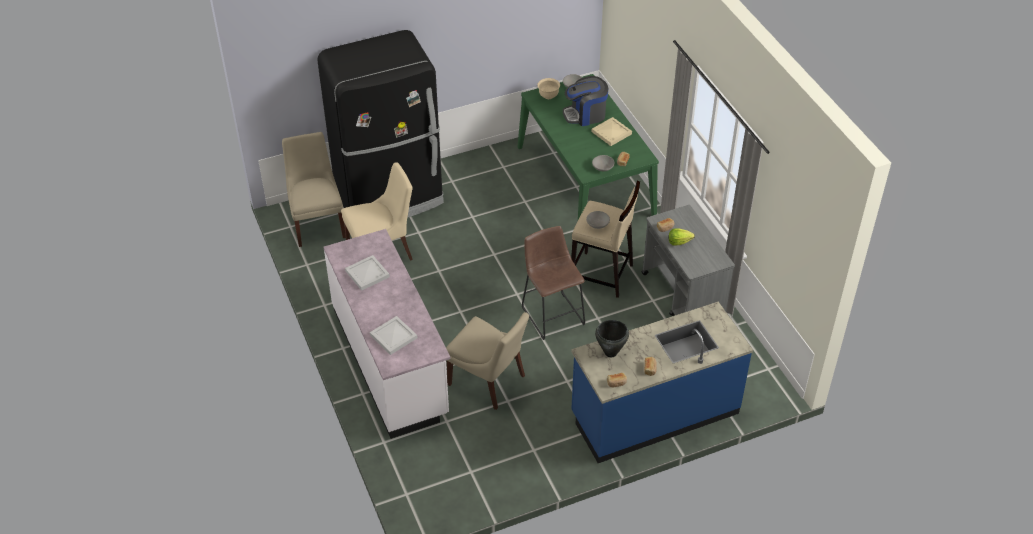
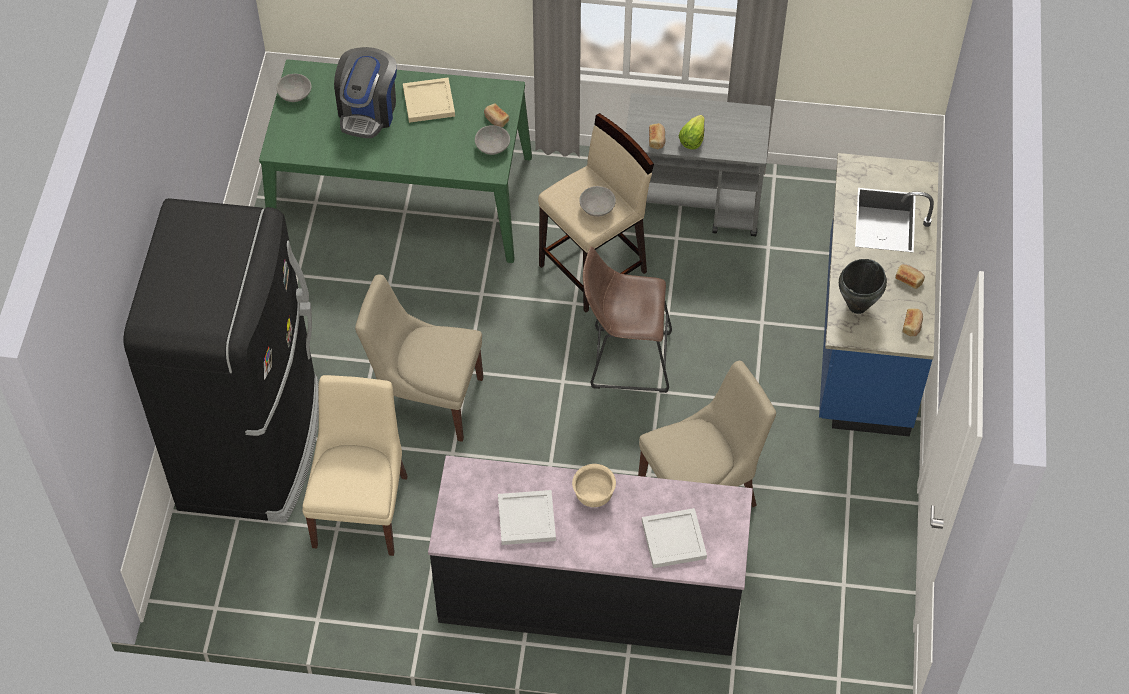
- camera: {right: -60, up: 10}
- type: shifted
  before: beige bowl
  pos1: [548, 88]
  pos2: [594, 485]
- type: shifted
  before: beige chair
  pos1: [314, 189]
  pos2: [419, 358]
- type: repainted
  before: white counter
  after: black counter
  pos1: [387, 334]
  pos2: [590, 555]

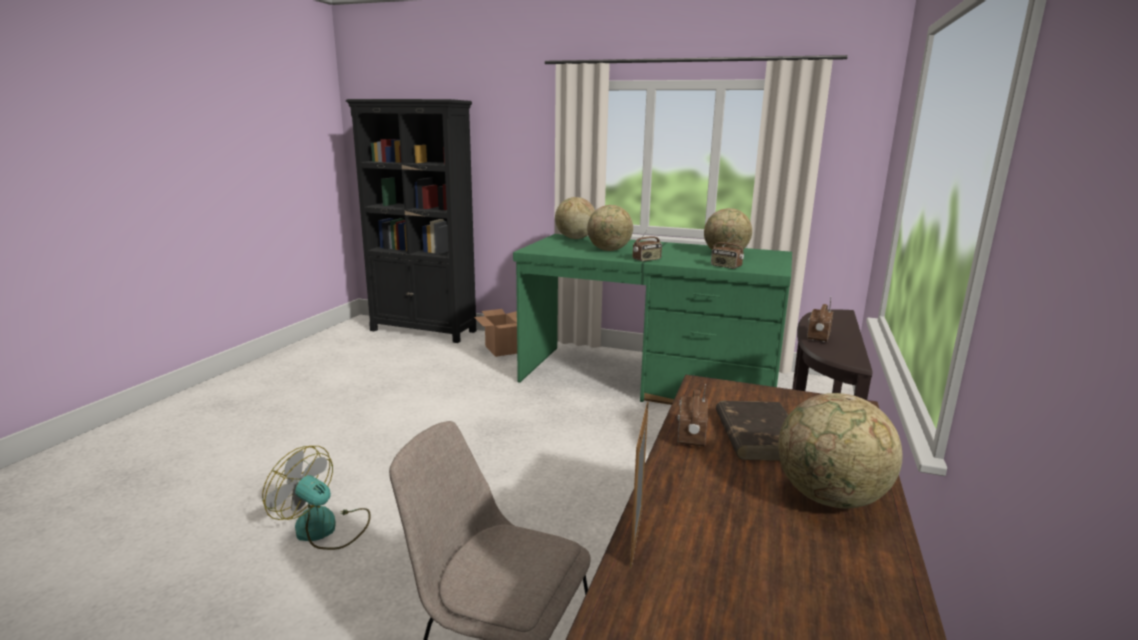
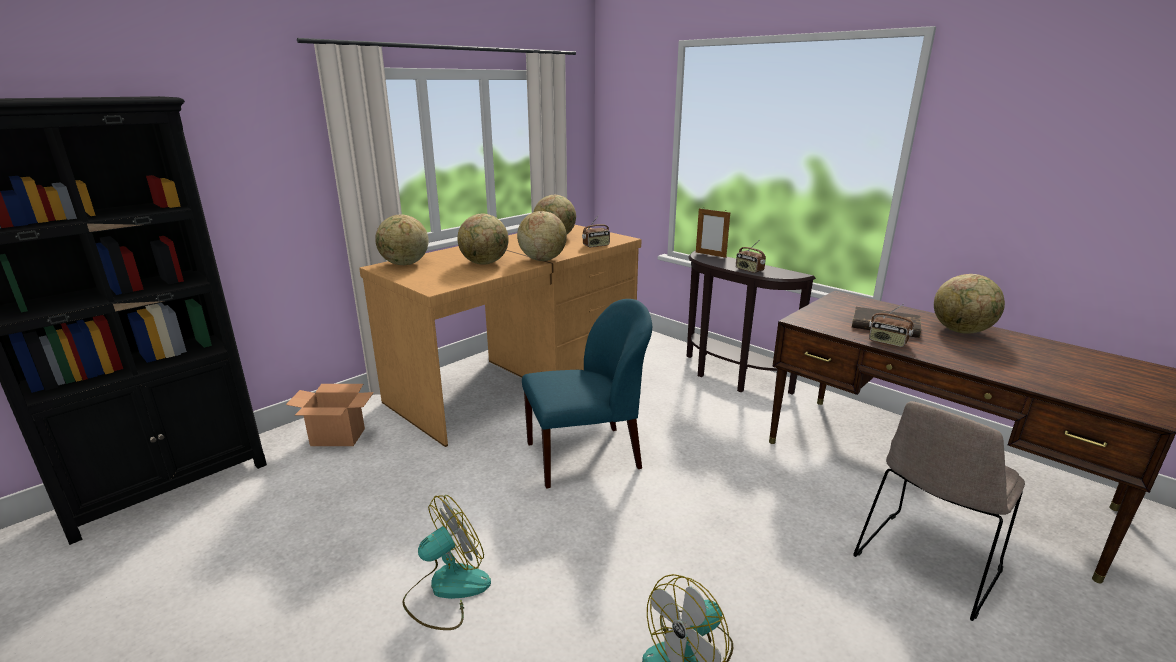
- camera: {right: -65, up: 5}
- type: swapped
  before: radio
  after: globe
  pos1: [647, 245]
  pos2: [542, 236]
- type: repainted
  before: green desk
  after: brown desk
  pos1: [652, 319]
  pos2: [500, 336]
- type: shifted
  before: picture frame
  pos1: [639, 485]
  pos2: [713, 232]
- type: new
  after: blue chair
  pos2: [587, 394]
- type: new
  after: fan
  pos2: [446, 562]

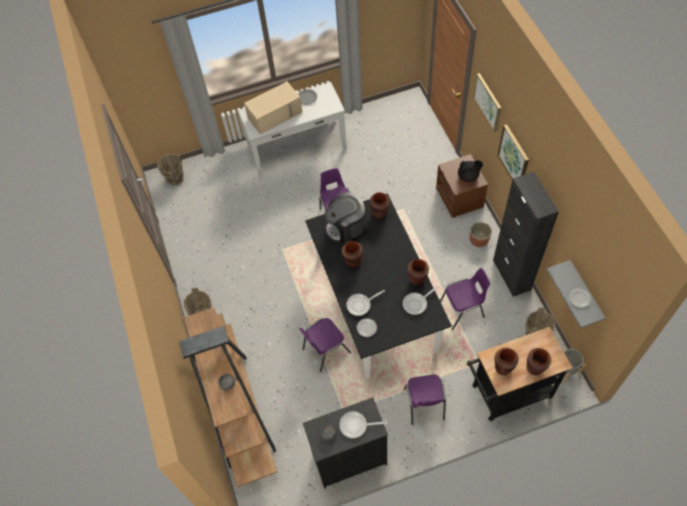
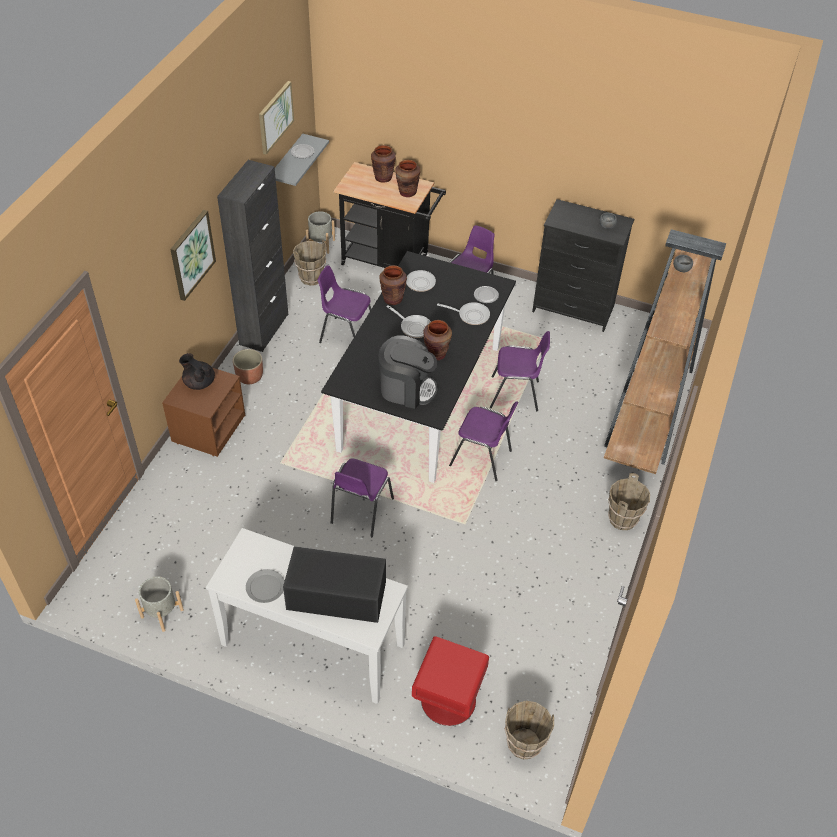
- camera: {right: -145, up: -10}
- type: shifted
  before: picture
  pos1: [487, 102]
  pos2: [276, 118]
- type: repainted
  before: beige microwave
  after: black microwave
  pos1: [273, 108]
  pos2: [334, 584]
- type: gone
  before: brown vase
  pos1: [380, 205]
- type: shifted
  before: frying pan
  pos1: [363, 424]
  pos2: [409, 321]
- type: new
  after: purple chair
  pos2: [483, 441]
- type: new
  after: grey planter
  pos2: [159, 604]
- type: new
  after: red nightstand
  pos2: [450, 681]

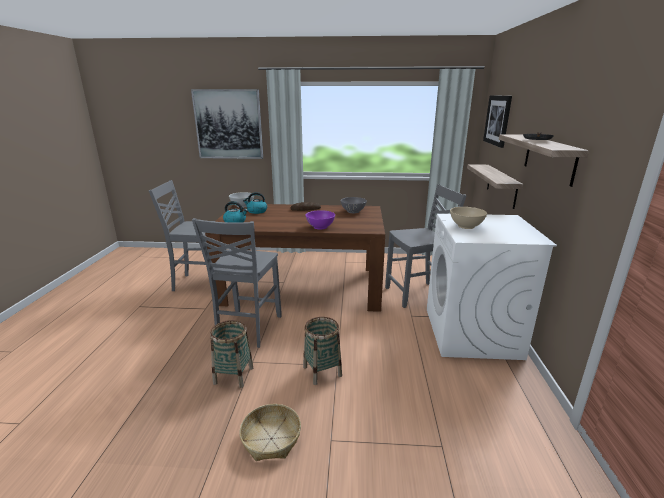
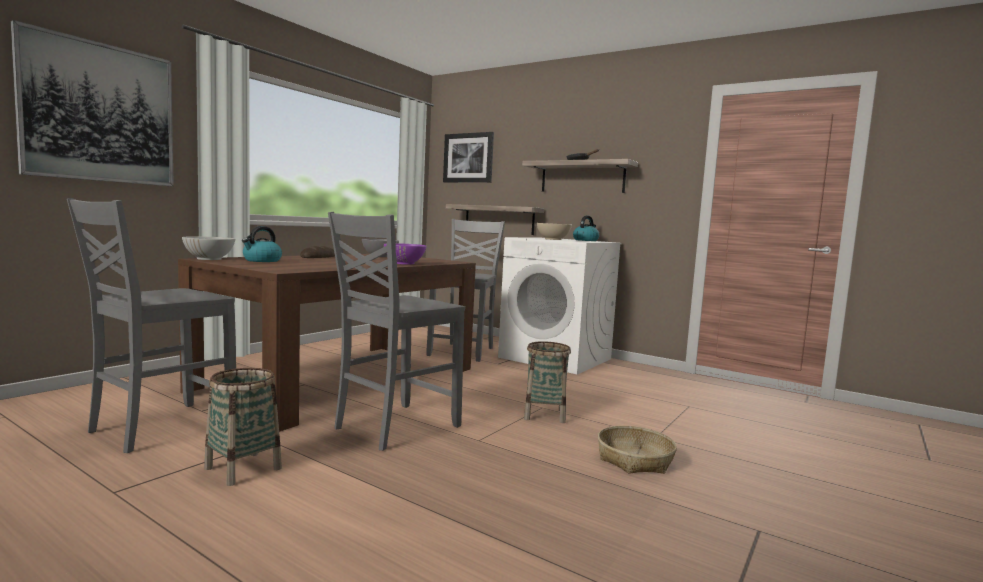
- camera: {right: -60, up: -15}
- type: shifted
  before: kettle
  pos1: [235, 211]
  pos2: [586, 228]
- type: rotated
  before: grey chair
  pos1: [237, 283]
  pos2: [396, 331]
  turn: 90
- type: shifted
  before: basket
  pos1: [231, 354]
  pos2: [243, 427]

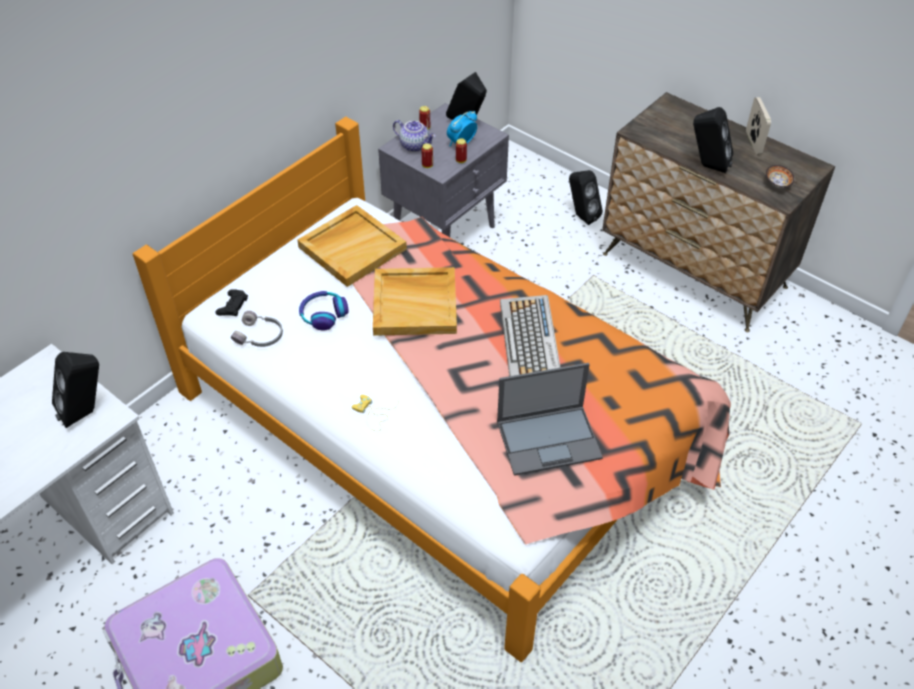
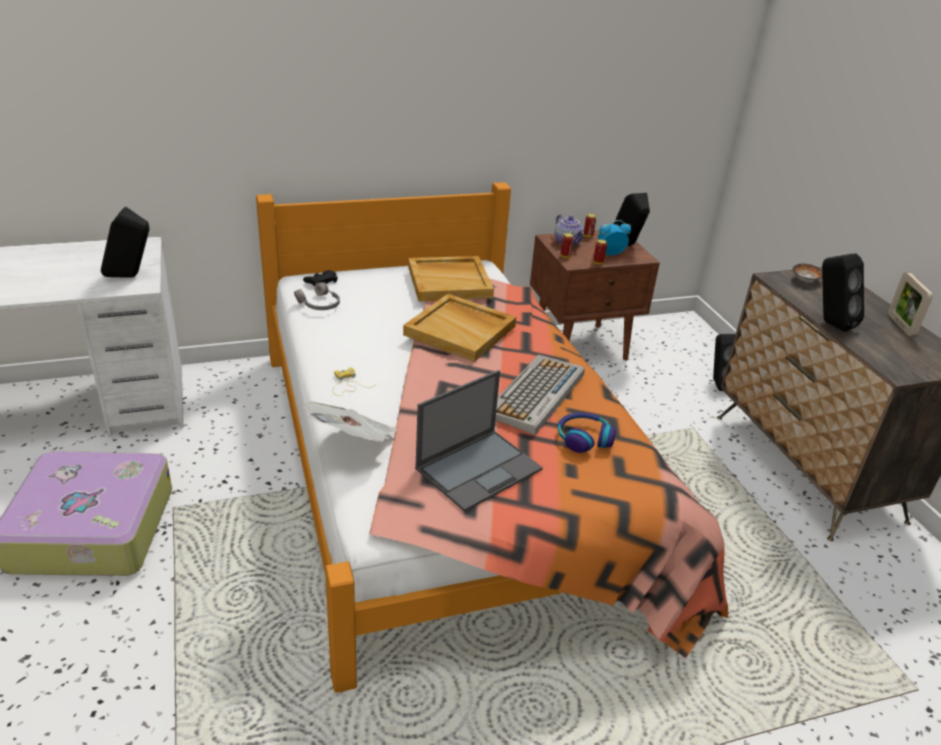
- camera: {right: 30, up: -15}
- type: rotated
  before: picture frame
  pos1: [758, 126]
  pos2: [910, 304]
  turn: 150
- type: repainted
  before: grey nightstand
  after: brown nightstand
  pos1: [443, 170]
  pos2: [595, 295]
- type: shifted
  before: bowl
  pos1: [780, 176]
  pos2: [807, 273]
- type: shifted
  before: headphones
  pos1: [324, 310]
  pos2: [586, 433]
- type: rotated
  before: laptop
  pos1: [550, 419]
  pos2: [479, 441]
  turn: -60
- type: new
  after: newspaper
  pos2: [350, 422]

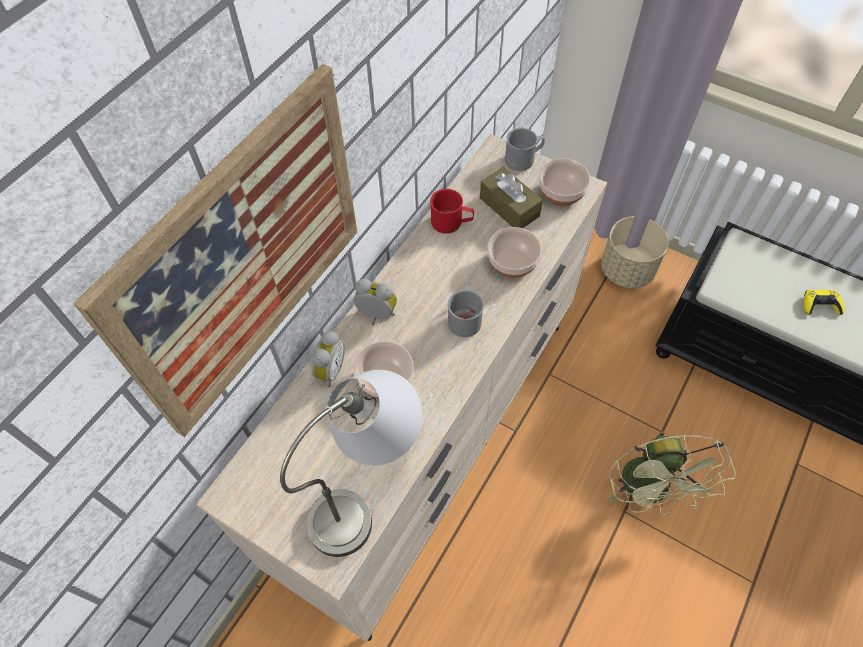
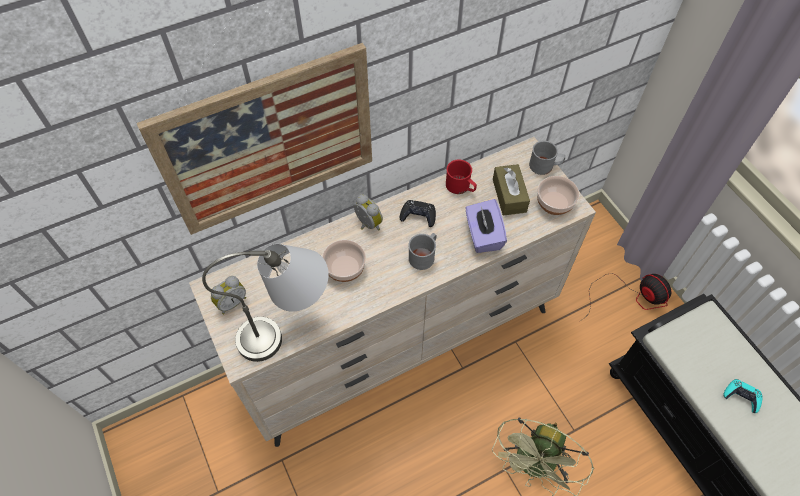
- camera: {right: 30, up: 0}
- type: swapped
  before: beige planter
  after: fan
  pos1: [635, 252]
  pos2: [625, 297]
- type: swapped
  before: bowl
  after: purple tissue box
  pos1: [514, 252]
  pos2: [486, 226]
- type: repainted
  before: yellow game controller
  after: turquoise game controller
  pos1: [824, 302]
  pos2: [743, 396]
- type: shifted
  before: alarm clock
  pos1: [328, 359]
  pos2: [228, 295]
- type: new
  after: black game controller
  pos2: [417, 213]

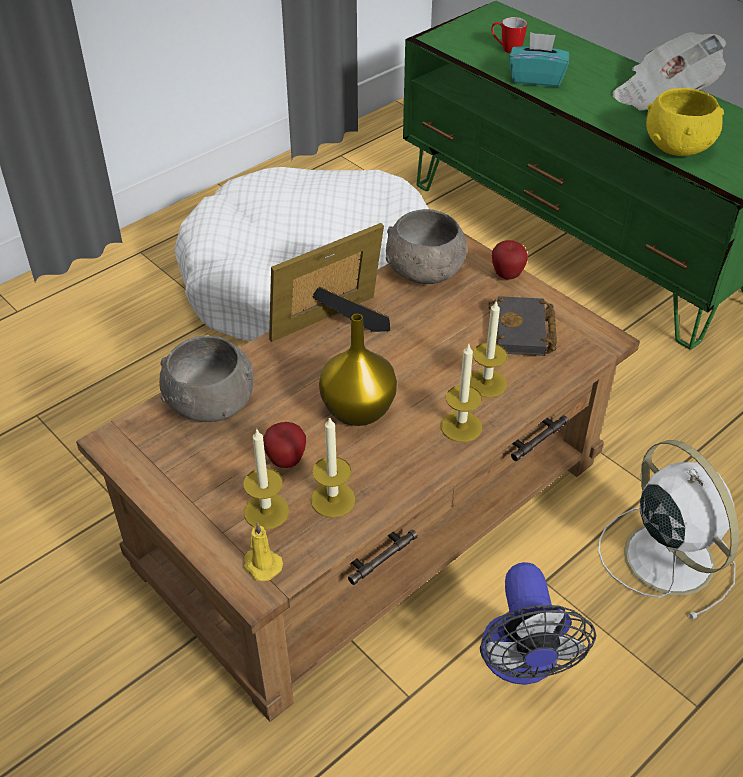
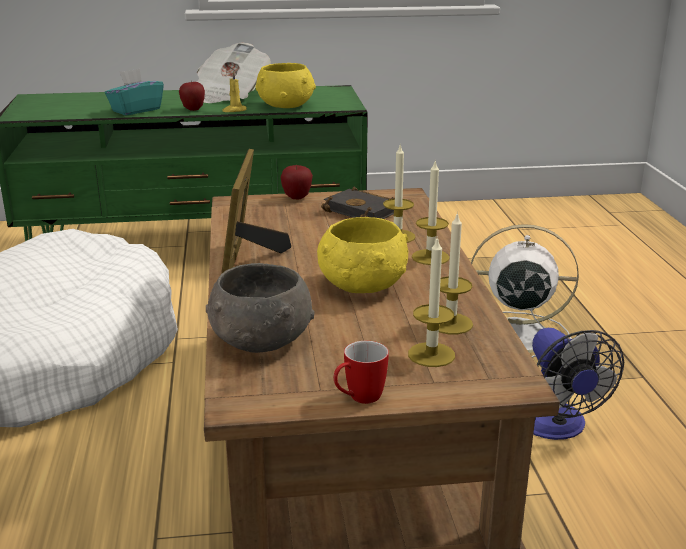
- camera: {right: -55, up: -20}
- type: shifted
  before: mug
  pos1: [509, 35]
  pos2: [361, 372]
- type: gone
  before: grey bowl
  pos1: [426, 246]
- type: swapped
  before: yellow vase
  after: yellow bowl
  pos1: [358, 370]
  pos2: [362, 255]
- type: shifted
  before: apple
  pos1: [284, 445]
  pos2: [192, 96]
- type: shifted
  before: yellow candle
  pos1: [263, 551]
  pos2: [234, 91]
- type: rotated
  before: fan
  pos1: [538, 623]
  pos2: [578, 384]
  turn: 45

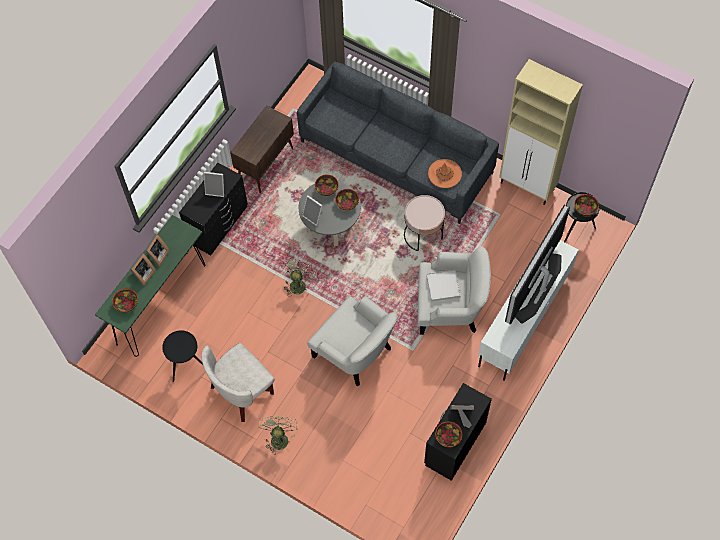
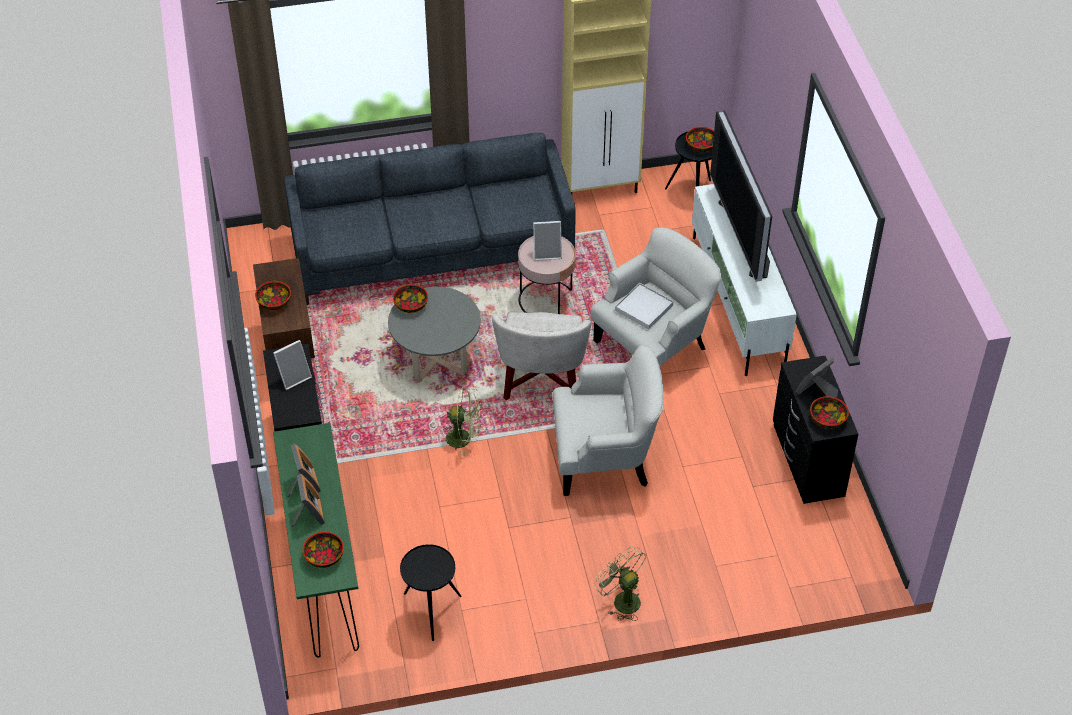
- camera: {right: -45, up: -15}
- type: gone
  before: orange hat
  pos1: [445, 173]
- type: shifted
  before: bowl
  pos1: [347, 199]
  pos2: [273, 295]
- type: shifted
  before: picture frame
  pos1: [312, 210]
  pos2: [547, 241]
- type: rotated
  before: green fan
  pos1: [299, 277]
  pos2: [462, 421]
  turn: 120
- type: shifted
  before: white armchair
  pos1: [238, 382]
  pos2: [541, 356]

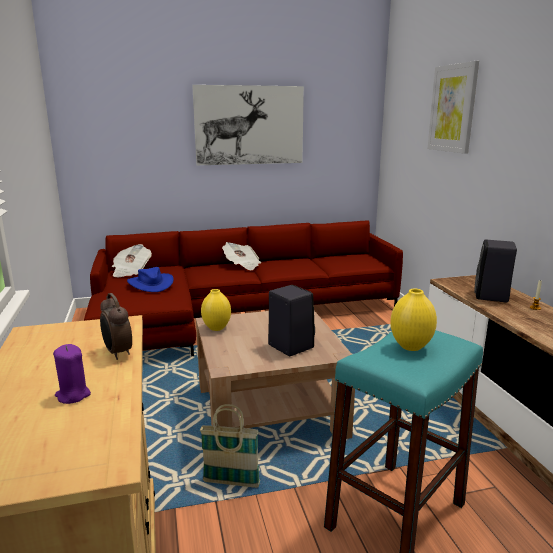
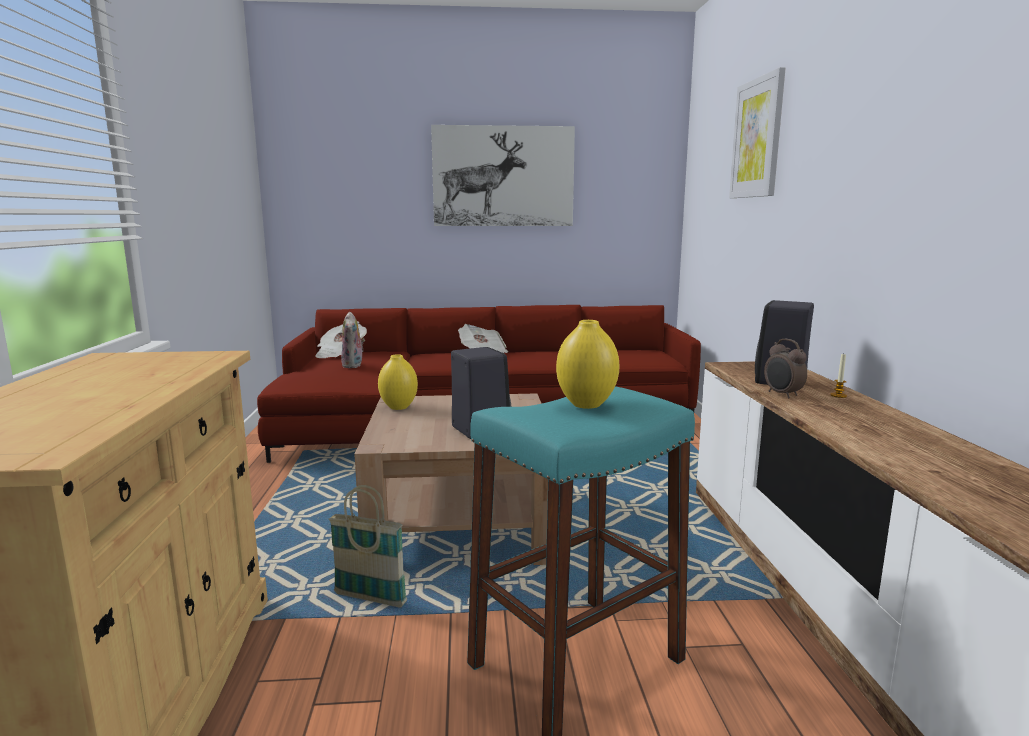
- camera: {right: 10, up: -5}
- type: swapped
  before: blue hat
  after: plush toy
  pos1: [150, 279]
  pos2: [353, 340]
- type: shifted
  before: alarm clock
  pos1: [116, 326]
  pos2: [785, 368]
- type: gone
  before: purple candle
  pos1: [72, 374]

